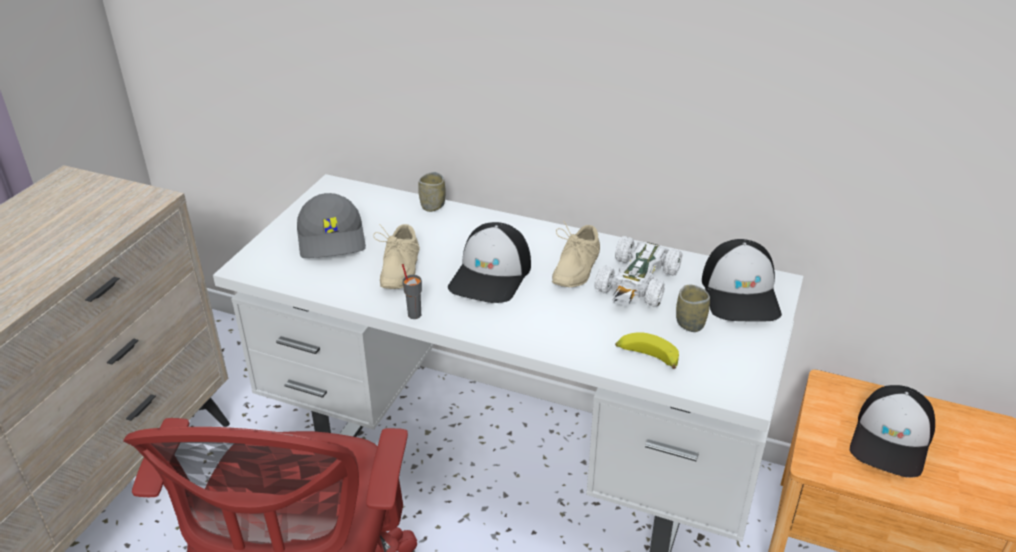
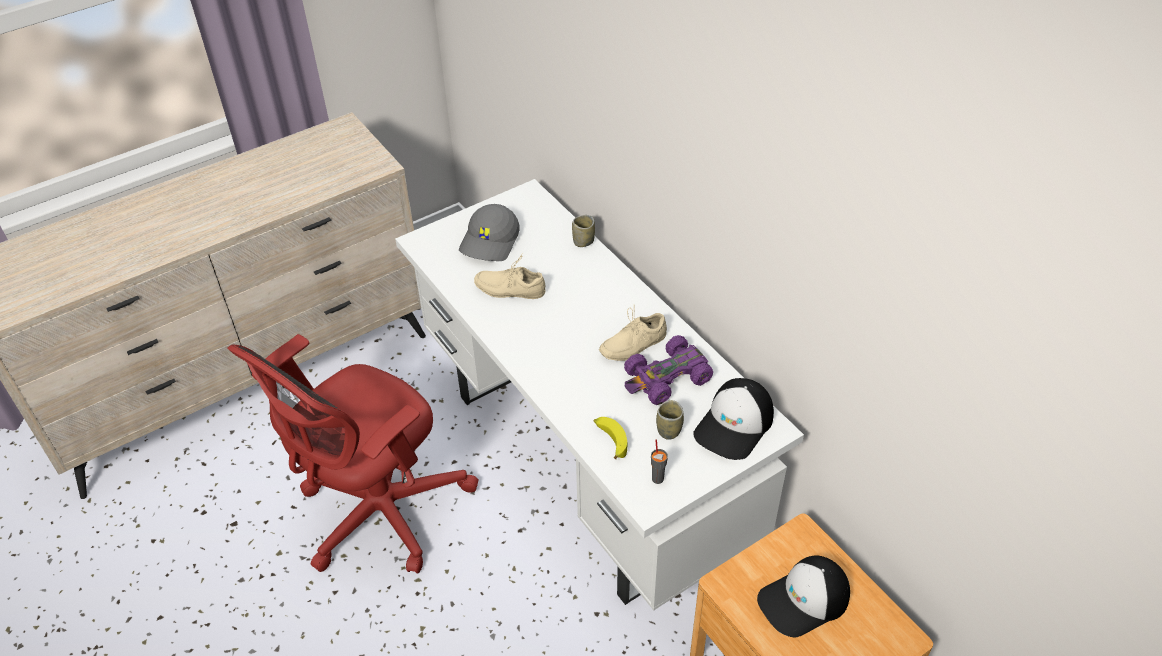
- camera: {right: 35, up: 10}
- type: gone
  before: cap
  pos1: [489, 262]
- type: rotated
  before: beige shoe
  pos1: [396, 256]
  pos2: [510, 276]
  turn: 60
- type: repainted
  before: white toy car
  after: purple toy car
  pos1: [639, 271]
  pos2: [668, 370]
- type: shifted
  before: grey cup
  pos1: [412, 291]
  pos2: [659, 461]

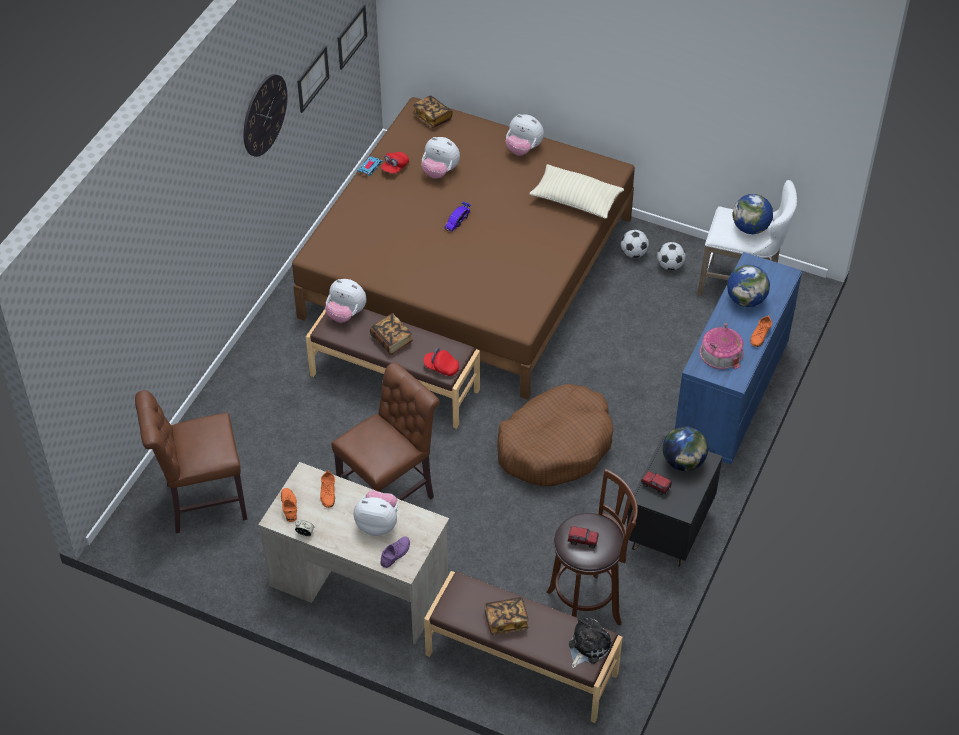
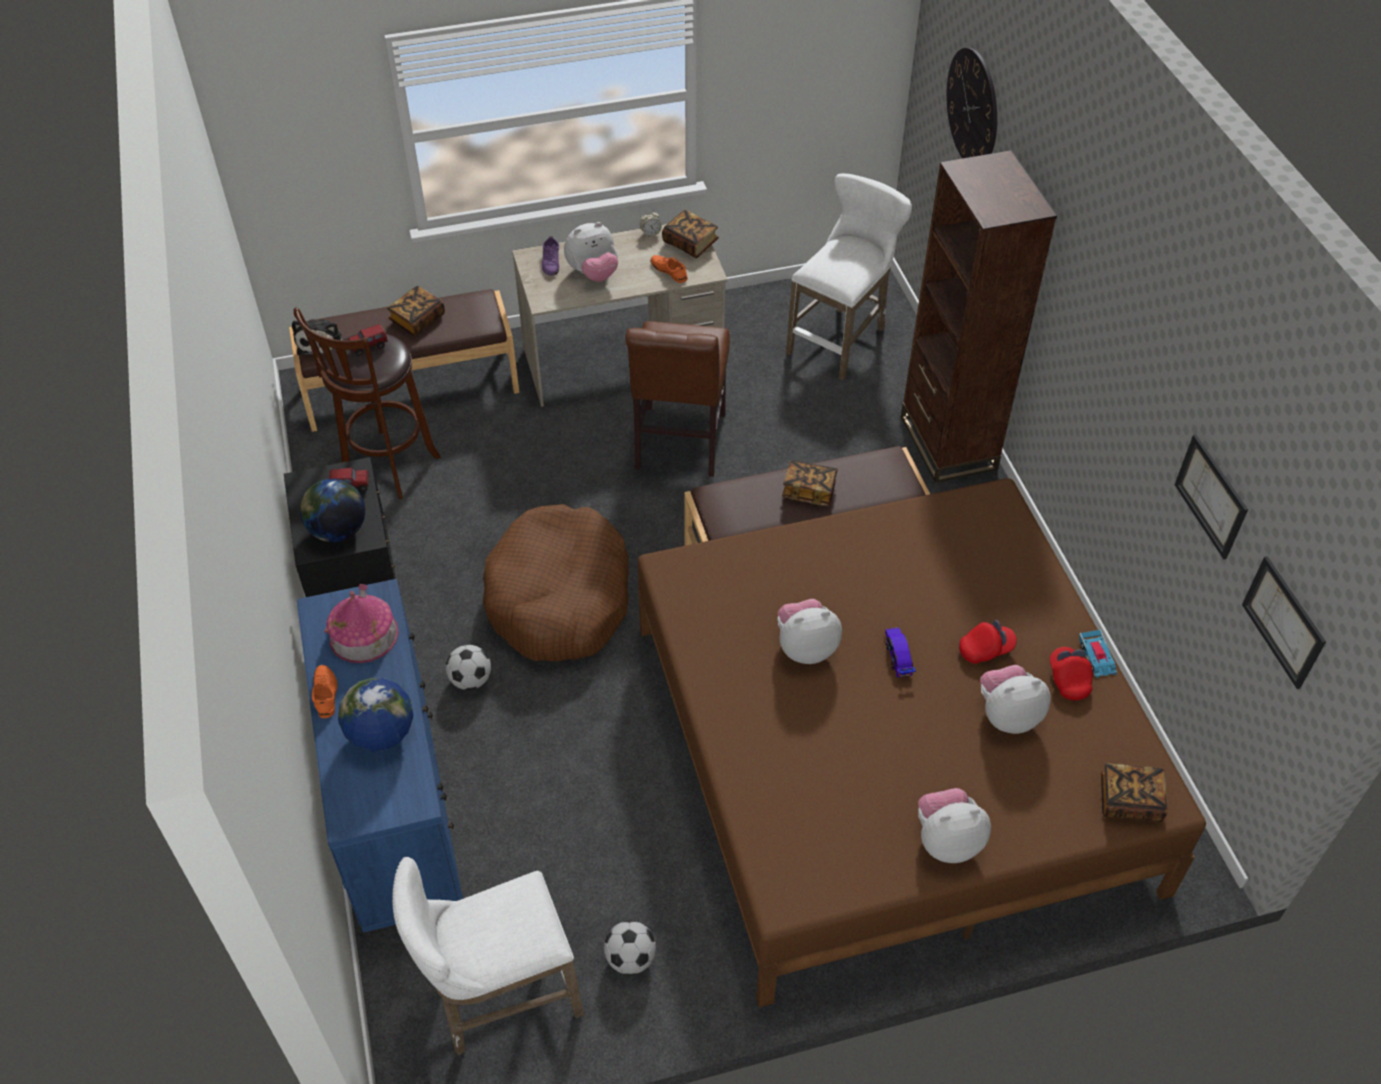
- camera: {right: 140, up: 0}
- type: shifted
  before: wall clock
  pos1: [265, 115]
  pos2: [972, 103]
- type: gone
  before: beige pillow
  pos1: [576, 191]
- type: gone
  before: globe
  pos1: [752, 214]
- type: shifted
  before: football
  pos1: [635, 244]
  pos2: [468, 667]
- type: shifted
  before: plush toy
  pos1: [346, 301]
  pos2: [810, 631]
- type: shifted
  before: red cap
  pos1: [441, 361]
  pos2: [988, 642]
- type: swapped
  before: brown chair
  after: white stool
  pos1: [191, 461]
  pos2: [849, 276]
- type: swapped
  before: orange shoe
  after: book
  pos1: [289, 505]
  pos2: [690, 234]
- type: new
  after: brown bookcase
  pos2: [979, 316]

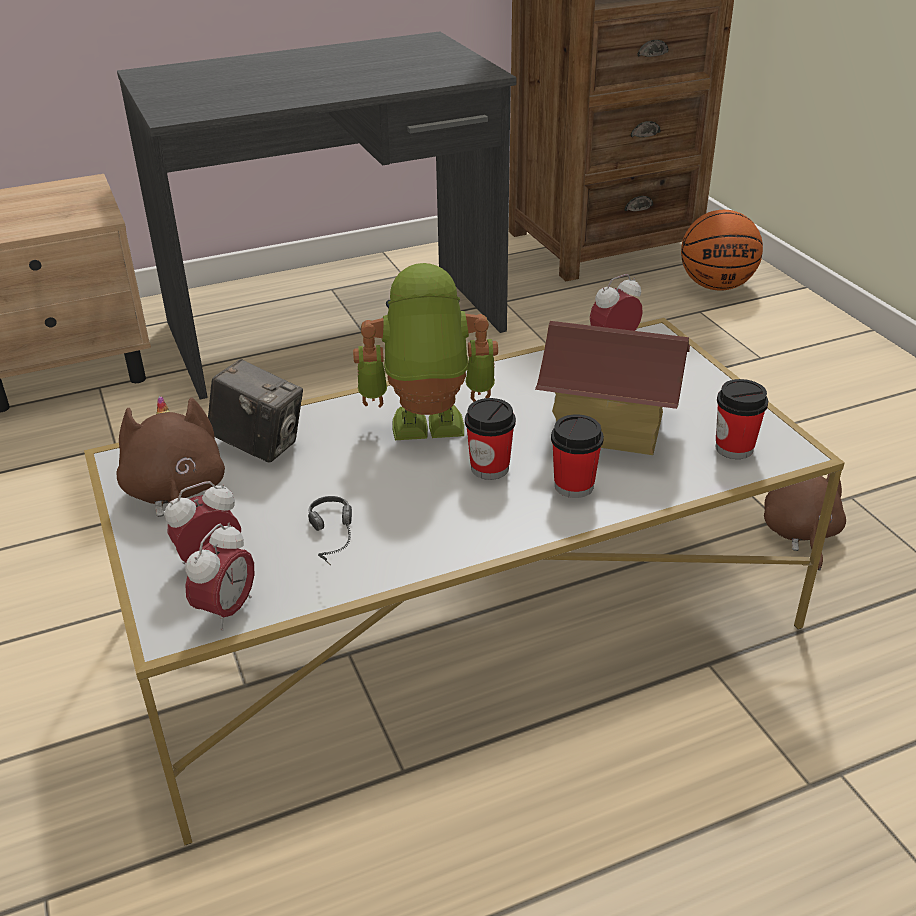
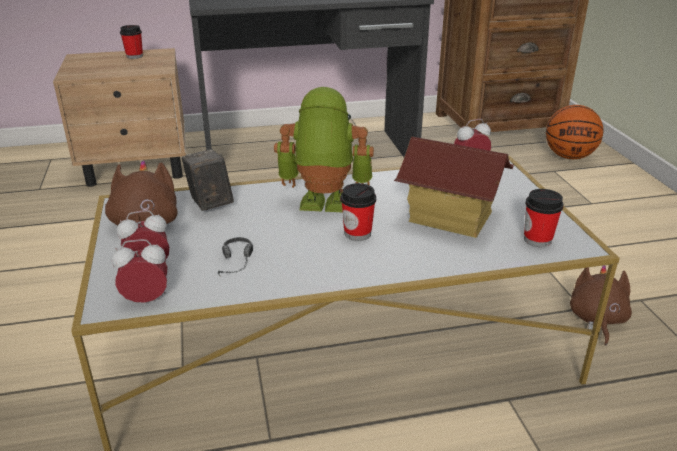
- camera: {right: 10, up: -5}
- type: rotated
  before: photo camera
  pos1: [255, 410]
  pos2: [208, 180]
  turn: -150
- type: shifted
  before: cup
  pos1: [577, 456]
  pos2: [131, 42]
- type: rotated
  before: alarm clock
  pos1: [219, 576]
  pos2: [140, 271]
  turn: -135

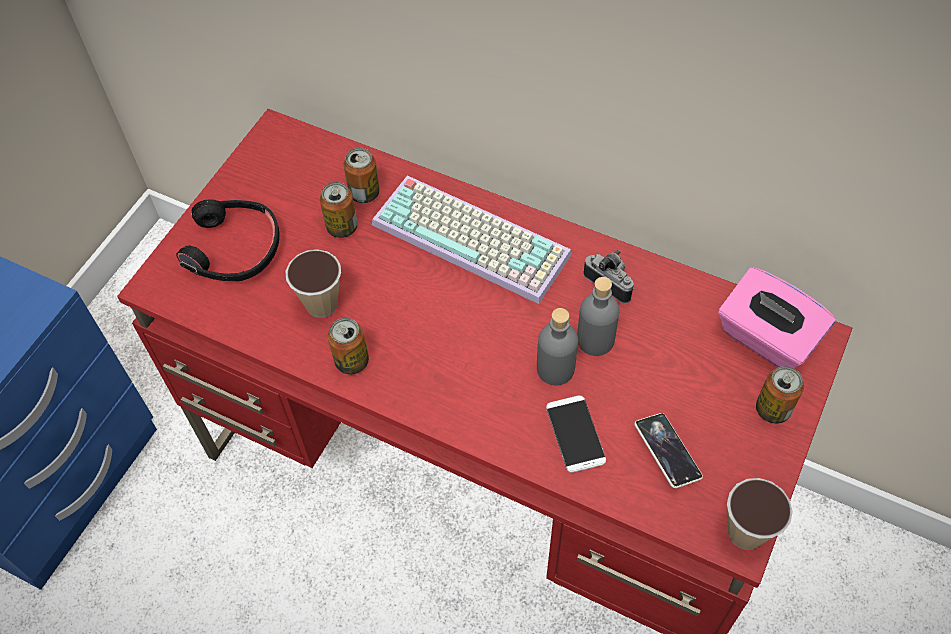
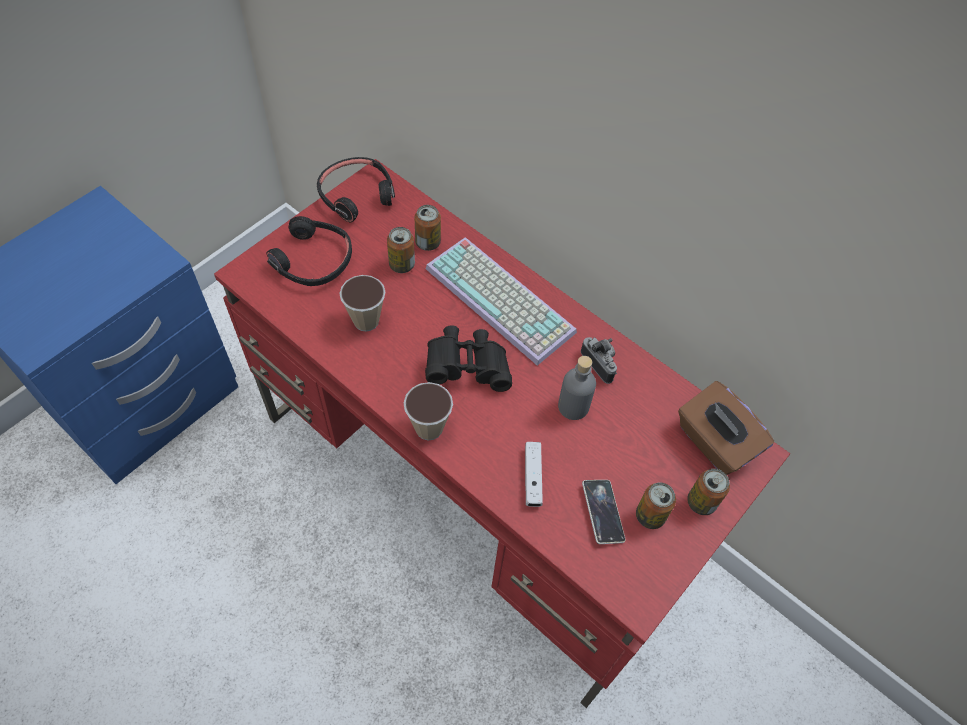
- camera: {right: 10, up: 0}
- type: repainted
  before: pink tissue box
  after: brown tissue box
  pos1: [777, 318]
  pos2: [726, 428]
- type: gone
  before: grey bottle
  pos1: [557, 346]
- type: shifted
  before: can
  pos1: [348, 346]
  pos2: [656, 505]
- type: swapped
  before: phone
  after: white game controller
  pos1: [576, 434]
  pos2: [534, 474]
- type: shifted
  before: cup
  pos1: [760, 514]
  pos2: [428, 411]
- type: new
  after: black headphones
  pos2: [356, 189]
- type: new
  after: black binoculars
  pos2: [468, 358]

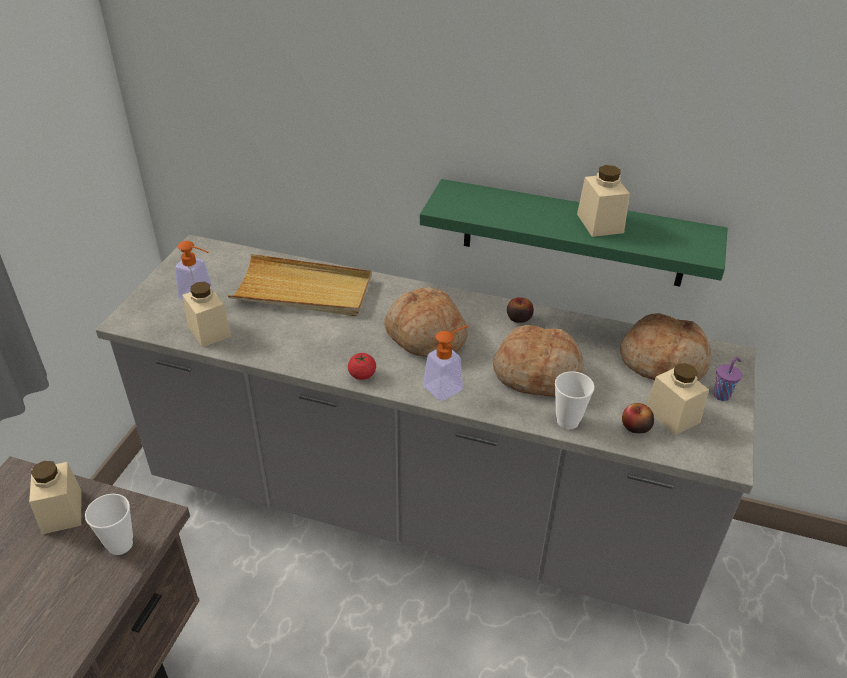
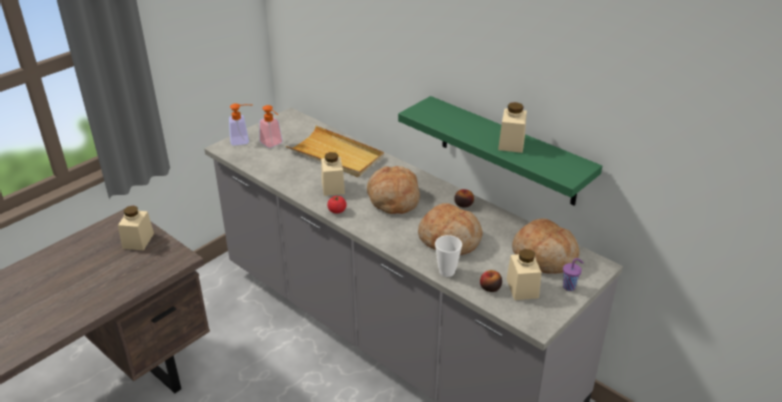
- camera: {right: 25, up: -5}
- type: shifted
  before: beige jar
  pos1: [207, 314]
  pos2: [333, 174]
- type: shifted
  before: soap dispenser
  pos1: [446, 363]
  pos2: [240, 124]
- type: gone
  before: cup
  pos1: [109, 524]

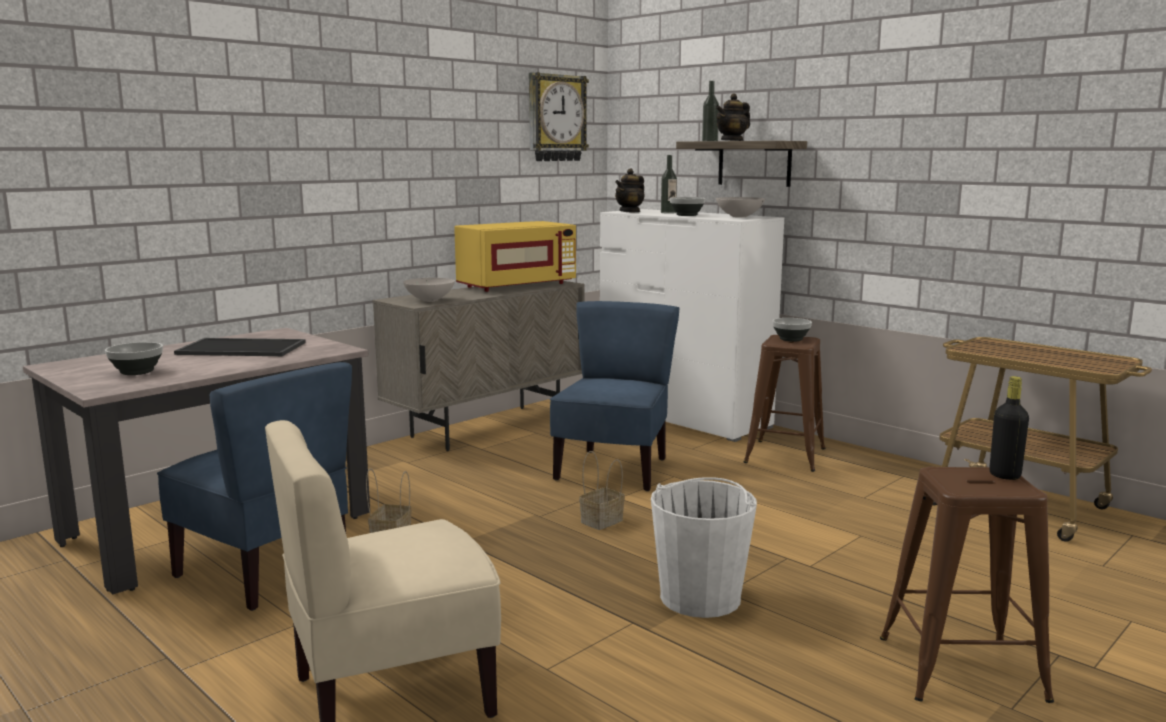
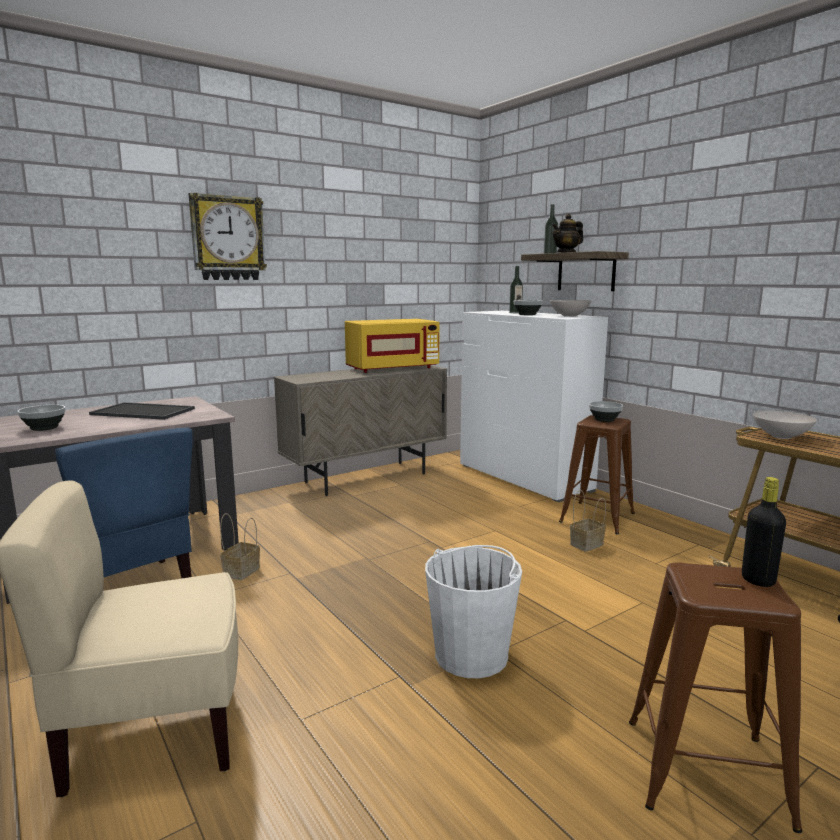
- camera: {right: 10, up: 0}
- type: shifted
  before: wall clock
  pos1: [559, 116]
  pos2: [228, 236]
- type: gone
  before: teapot
  pos1: [630, 190]
- type: shifted
  before: white bowl
  pos1: [429, 290]
  pos2: [785, 425]
- type: gone
  before: blue chair
  pos1: [614, 396]
- type: shifted
  before: basket
  pos1: [602, 490]
  pos2: [588, 521]

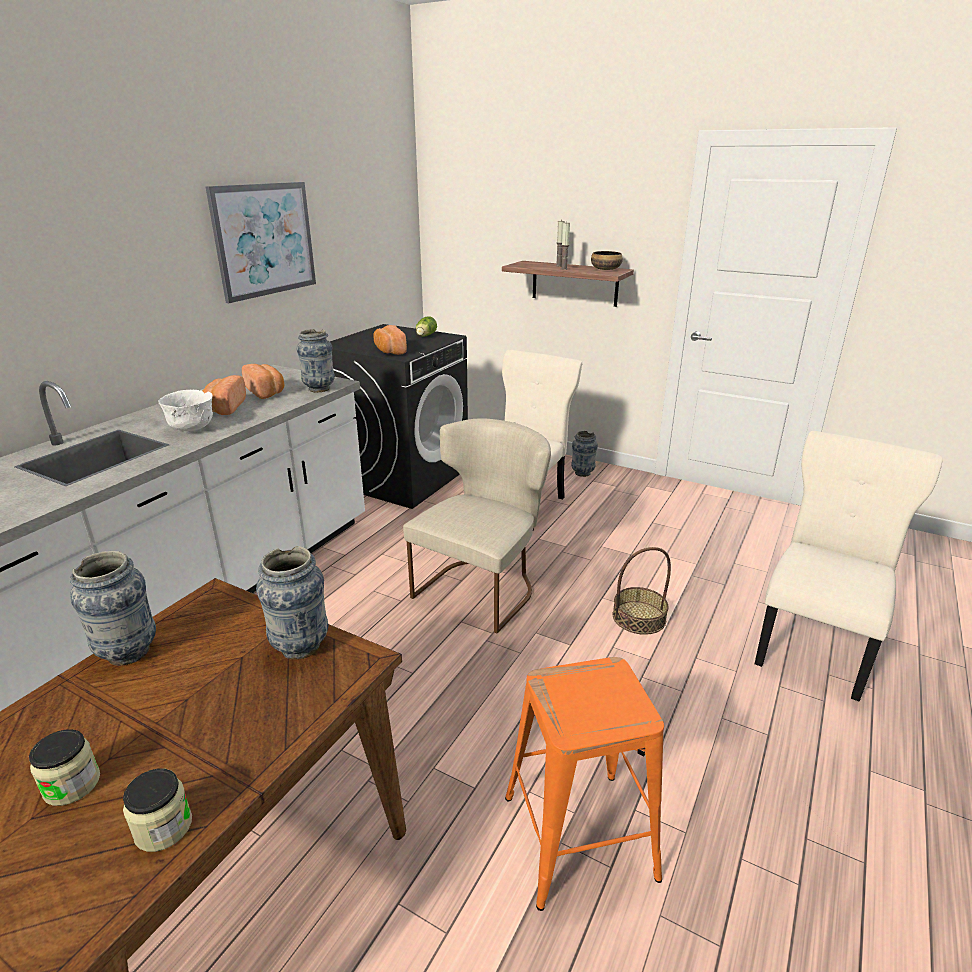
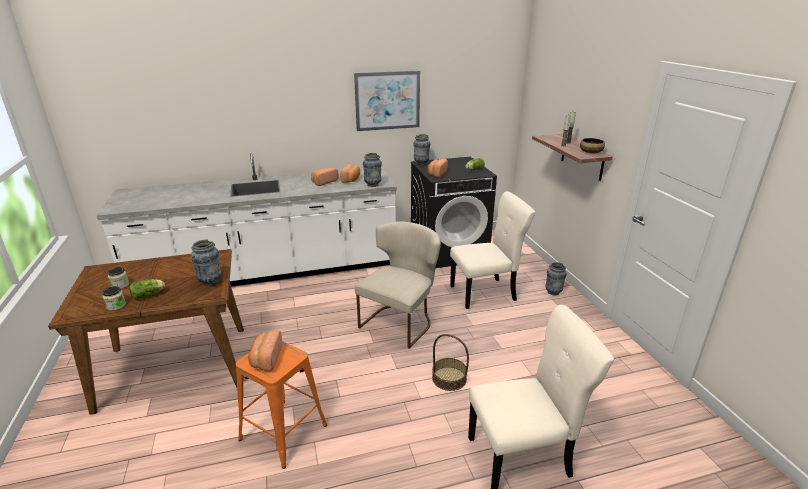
- camera: {right: 45, up: 0}
- type: gone
  before: white bowl
  pos1: [185, 410]
- type: rotated
  before: beige chair
  pos1: [477, 525]
  pos2: [397, 285]
  turn: -45
- type: shifted
  before: vase
  pos1: [113, 608]
  pos2: [422, 149]
- type: new
  after: lettuce
  pos2: [147, 289]
- type: new
  after: bread
  pos2: [265, 351]

